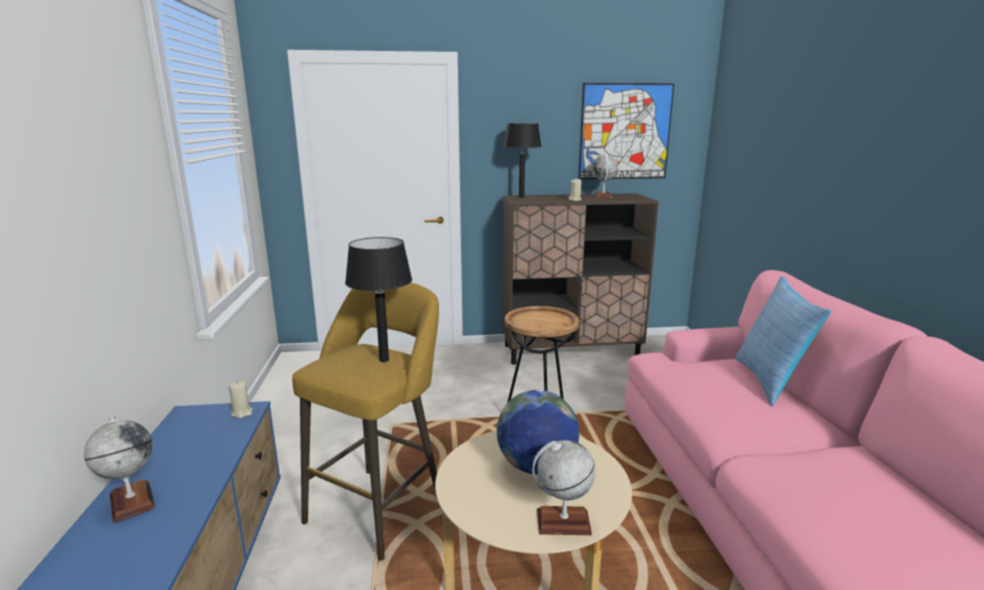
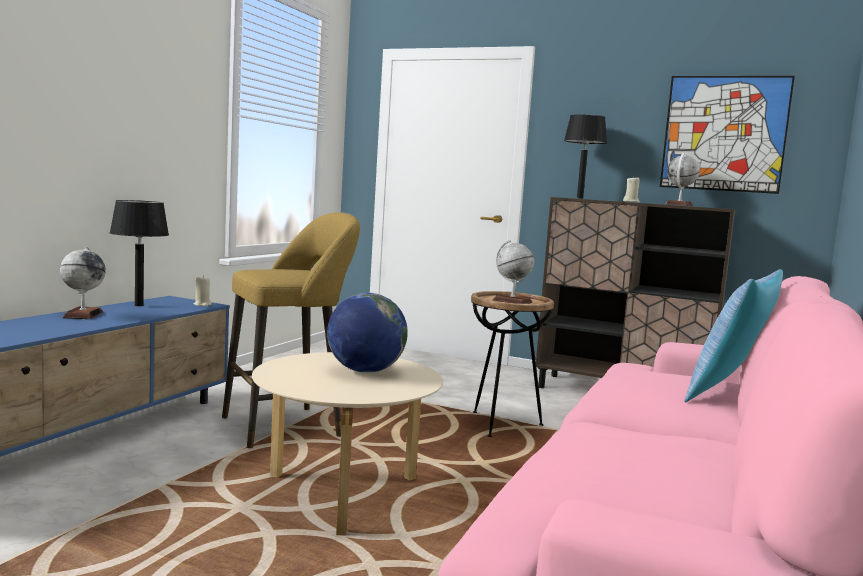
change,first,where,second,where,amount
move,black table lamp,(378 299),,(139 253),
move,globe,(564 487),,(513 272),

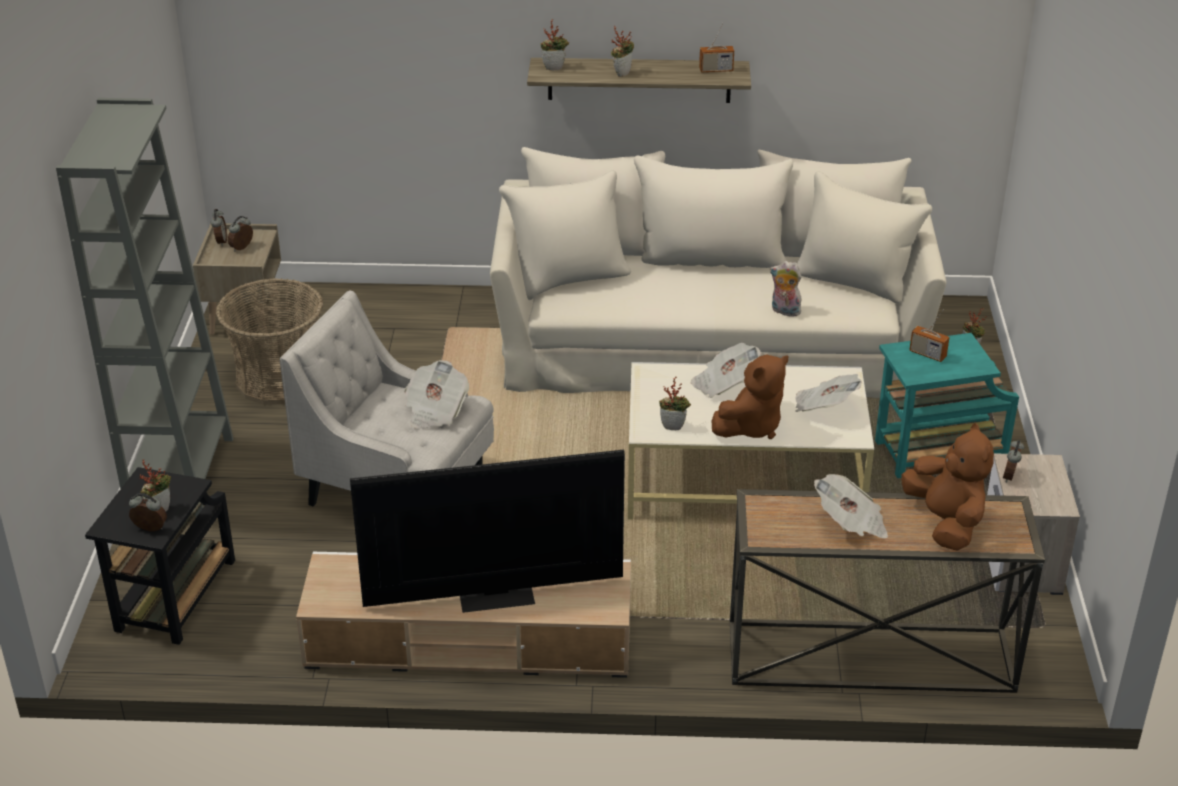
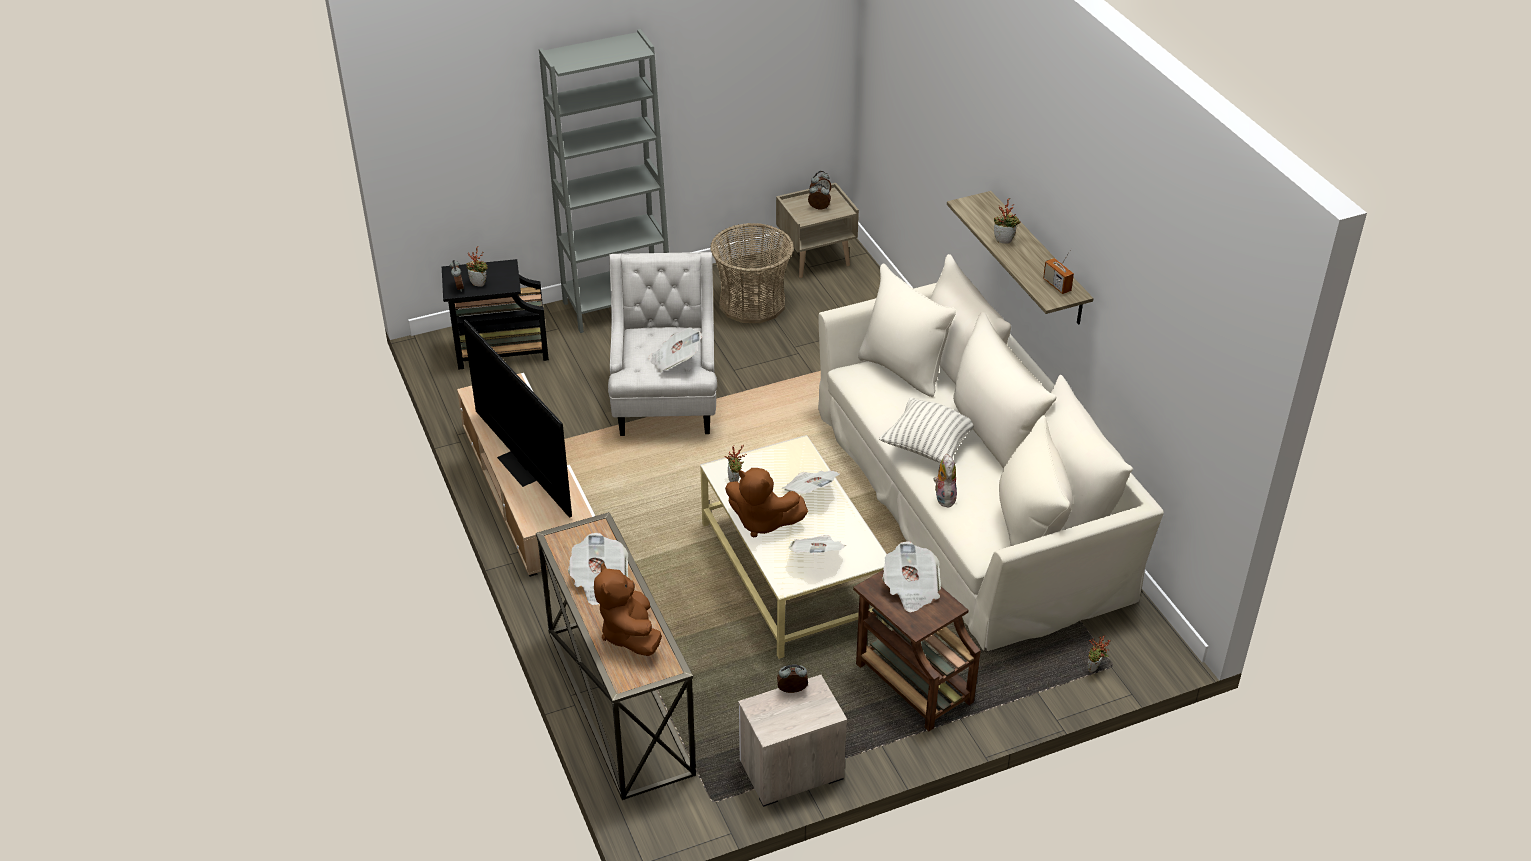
change,first,where,second,where,amount
delete,potted plant,(554 44),,,
insert,,,pillow,(926 430),
replace,radio,(929 336),newspaper,(911 577),
recolor,turquoise side table,(947 405),brown side table,(917 650),
rotate,brown plush toy,(947 487),,(628 609),120 degrees clockwise

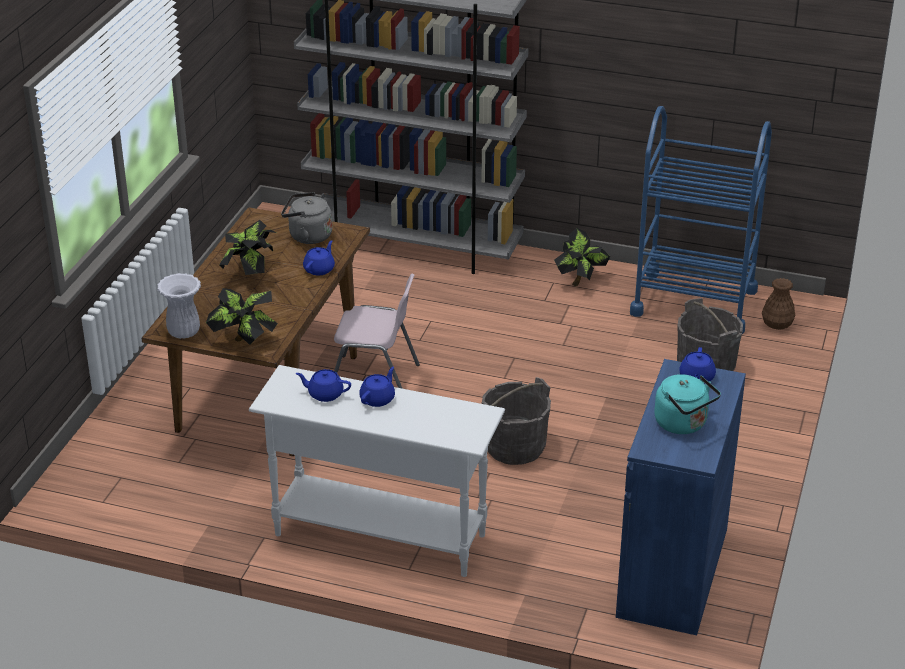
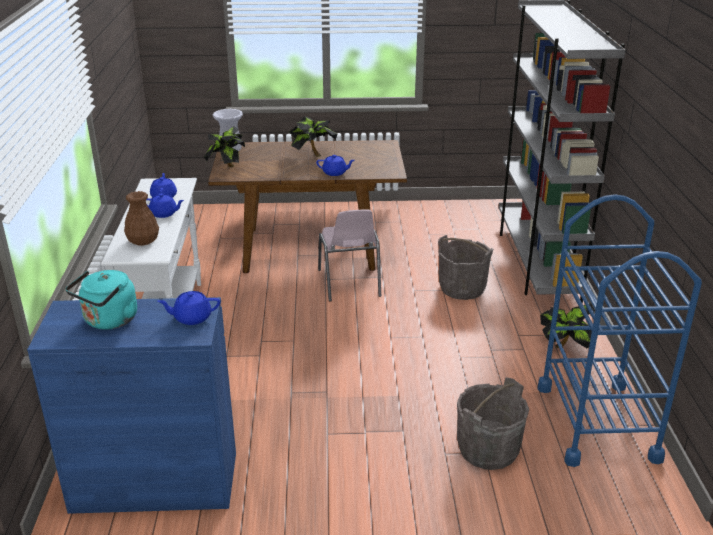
change,first,where,second,where,amount
delete,grey kettle,(306 218),,,
move,grey bucket,(516 421),,(465 267),
move,brown vase,(778 304),,(141 218),

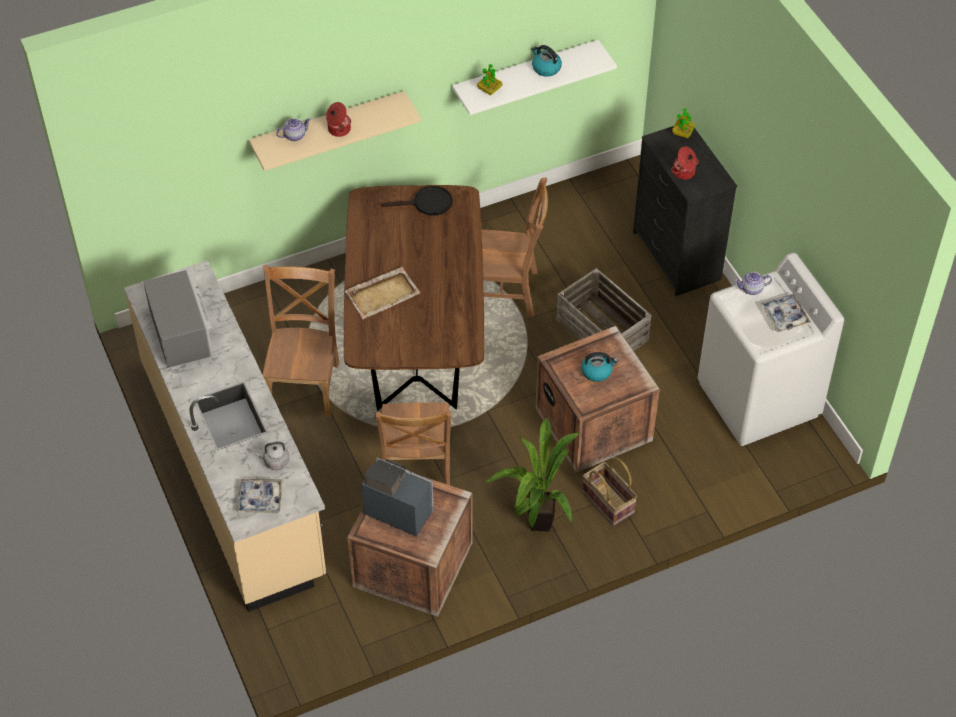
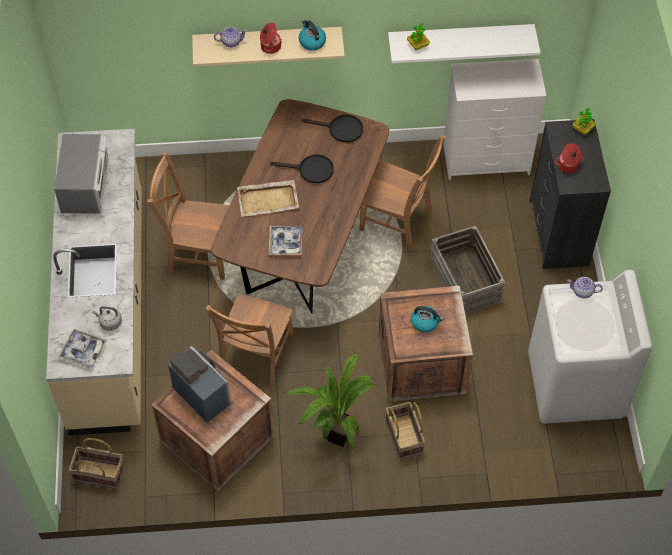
change,first,where,second,where,amount
insert,,,basket,(97 463),
insert,,,black frying pan,(302 169),
insert,,,white dresser,(494 119),
move,kettle,(546 61),,(312 35),
move,tray,(785 313),,(286 240),
rotate,brown chair,(301 340),,(188 216),105 degrees counterclockwise

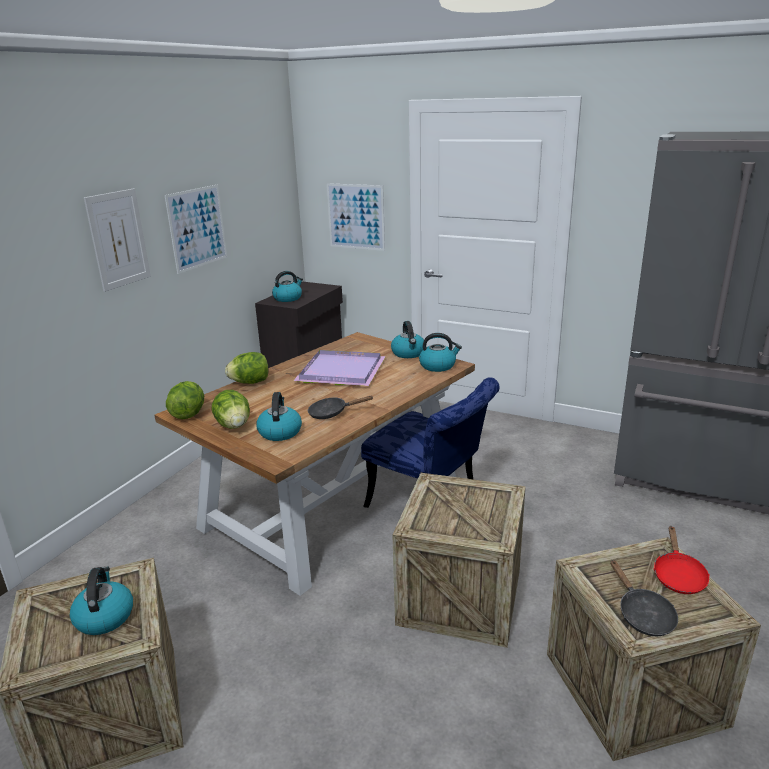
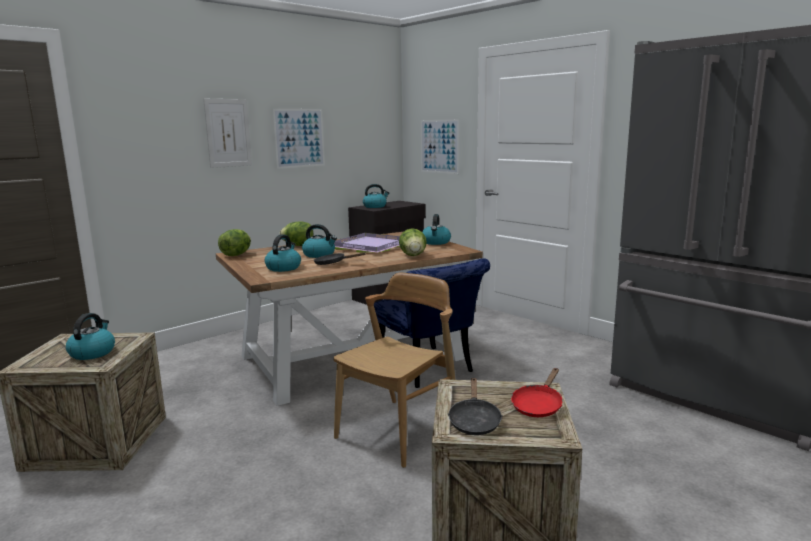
change,first,where,second,where,amount
move,lettuce,(231 409),,(413 242),
move,kettle,(440 352),,(319 241),
replace,crate,(459 560),brown chair,(394 370),

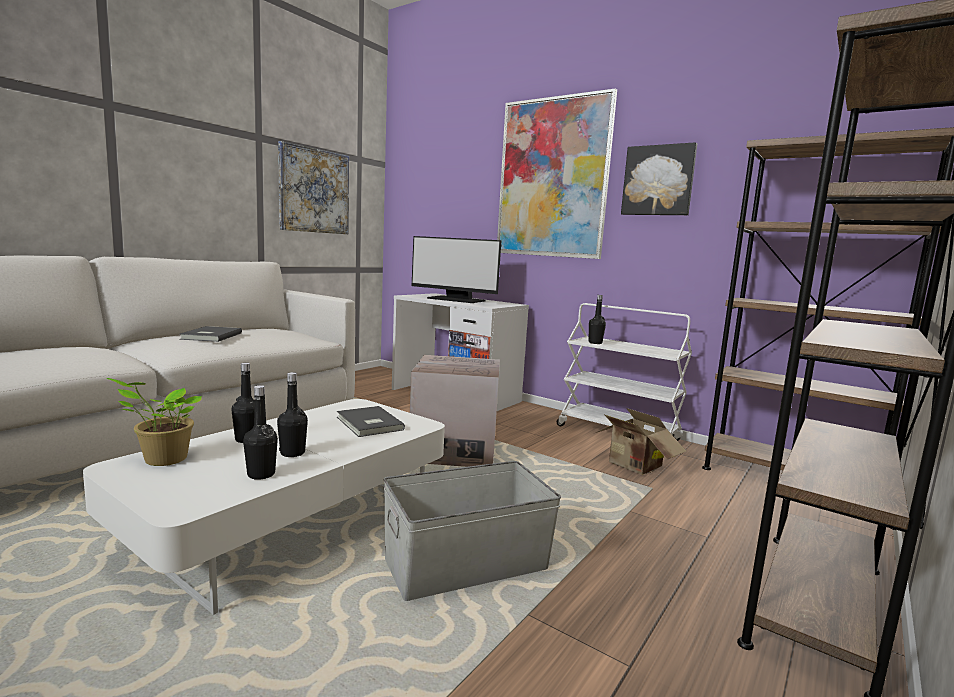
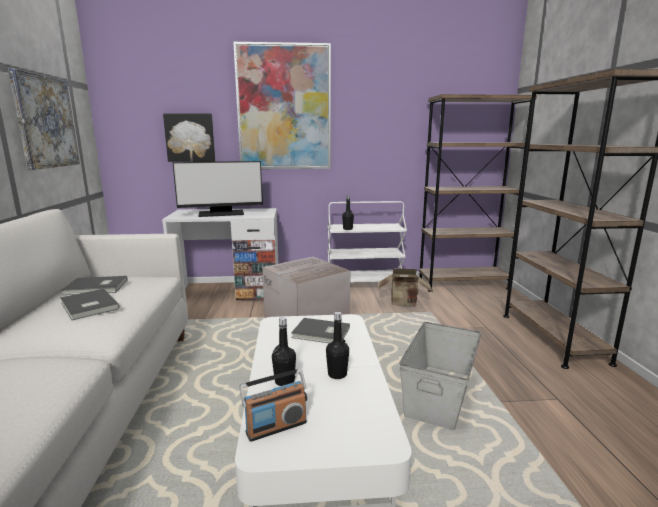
change,first,where,second,where,amount
delete,black bottle,(260 432),,,
insert,,,grey book,(94 285),
move,picture,(659 178),,(189 137),
replace,potted plant,(154 422),radio,(273 405),

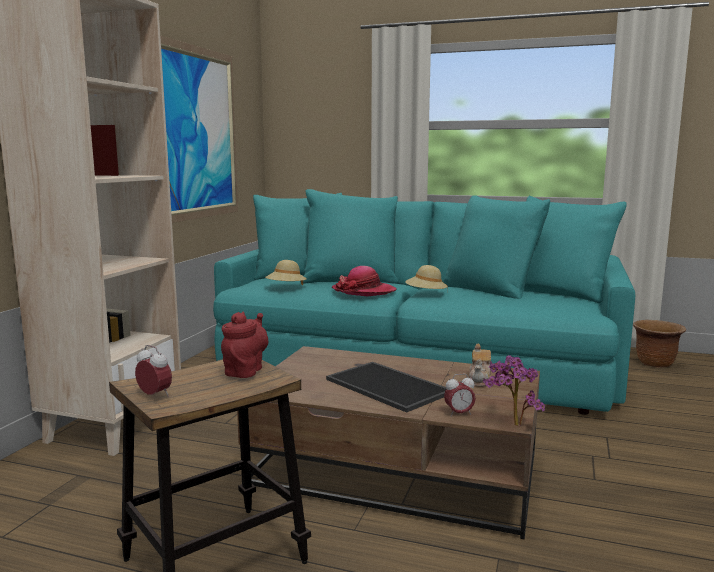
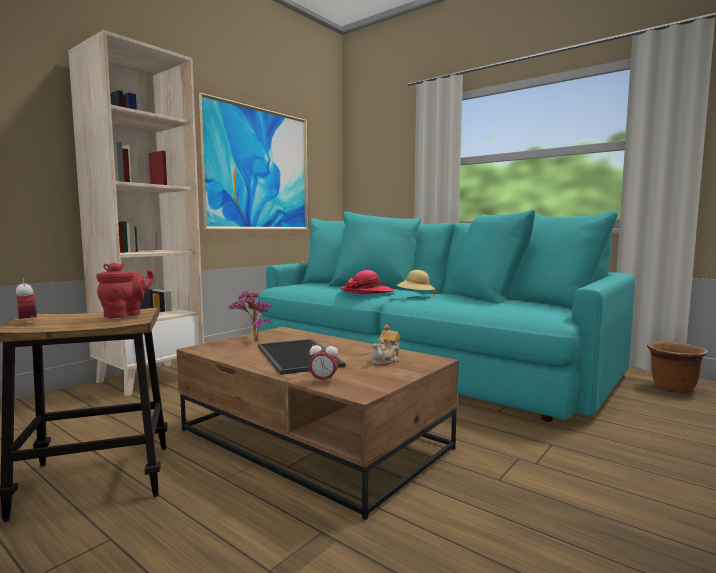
change,first,where,second,where,amount
delete,beige hat,(286 272),,,
move,potted plant,(514 390),,(250 316),

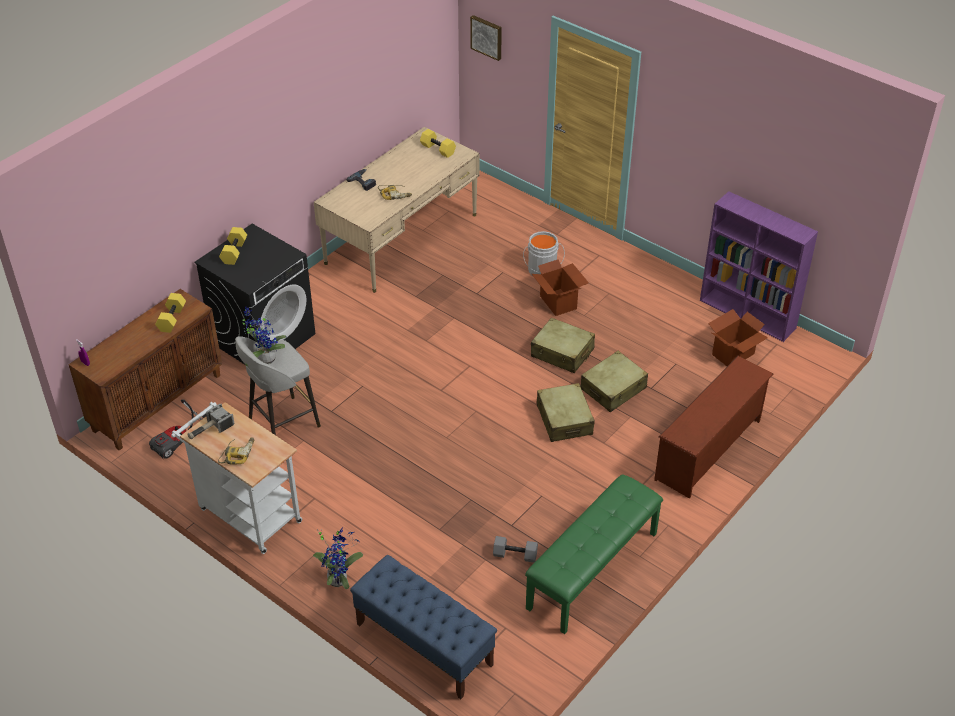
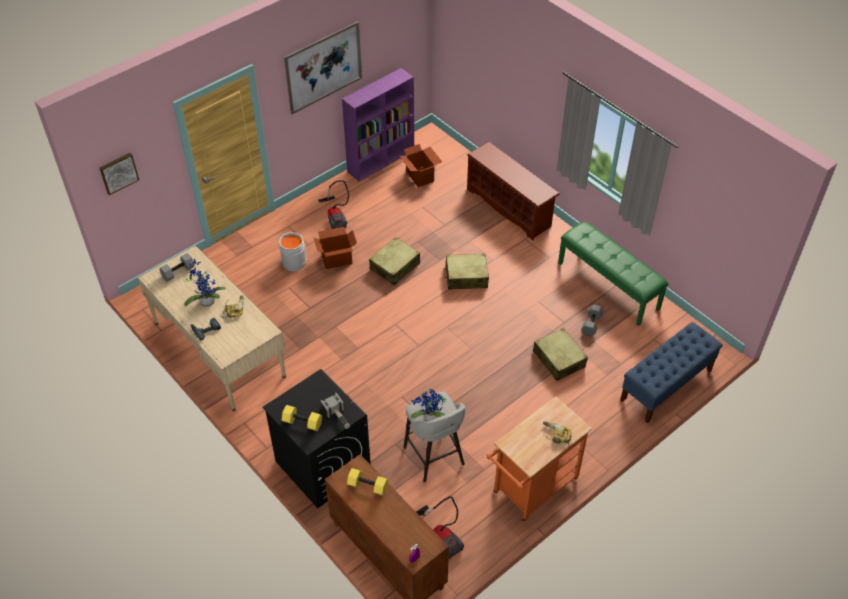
change,first,where,second,where,amount
insert,,,picture,(323 67),
insert,,,vacuum cleaner,(333 204),
move,hammer,(211 421),,(336 411),
move,potted plant,(338 558),,(204 283),
move,beige suitcase,(614 381),,(560 354),
recolor,white cart,(236 478),orange cart,(539 459),
recolor,yellow dumbbell,(438 143),grey dumbbell,(177 267),

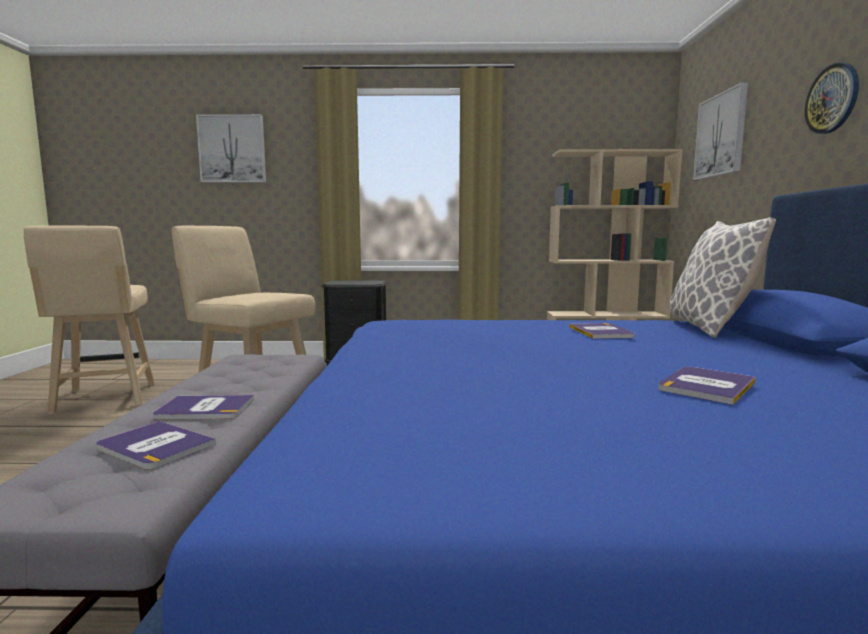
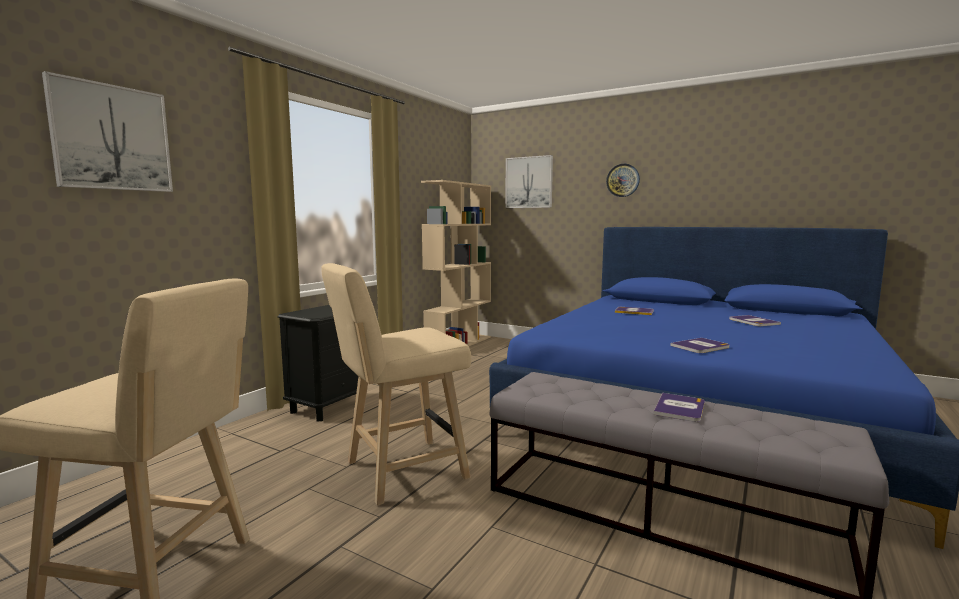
change,first,where,second,where,amount
delete,pillow,(722 278),,,
move,book,(156 445),,(700 345),

